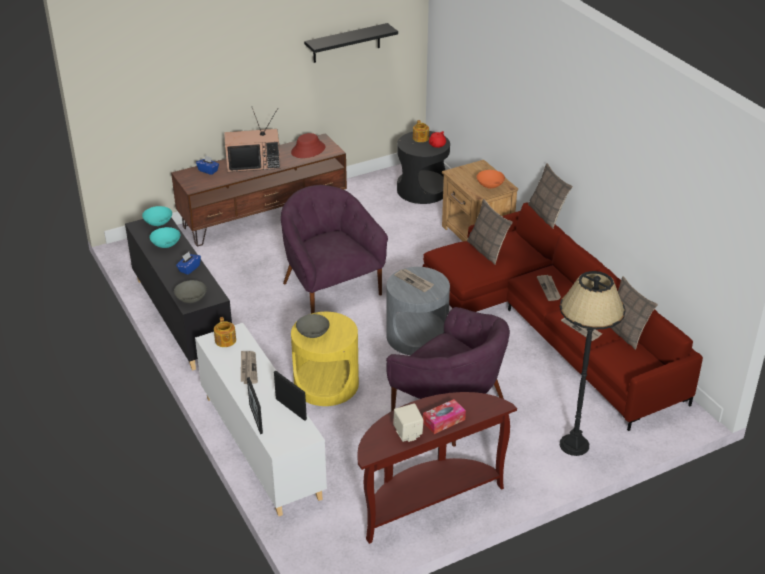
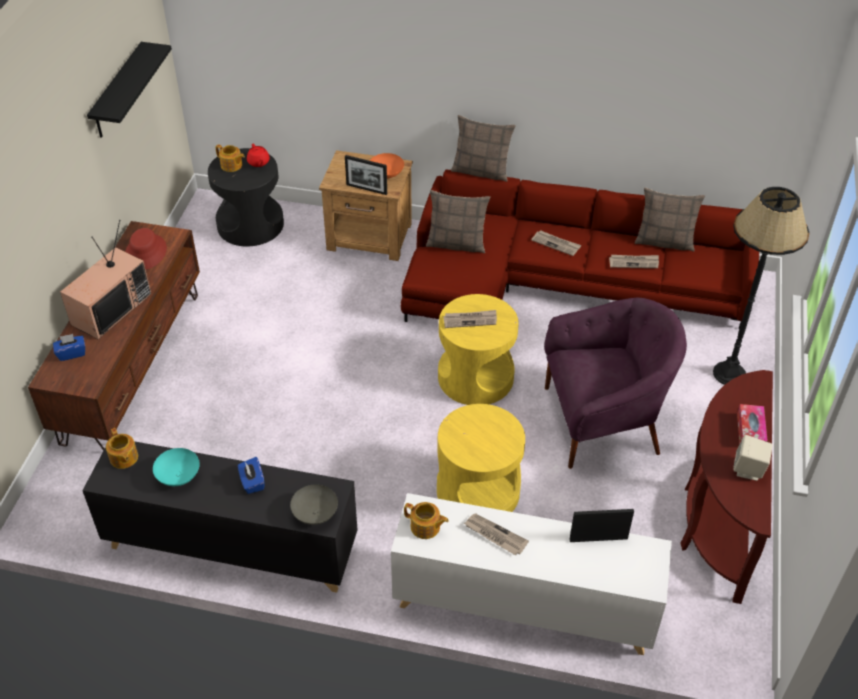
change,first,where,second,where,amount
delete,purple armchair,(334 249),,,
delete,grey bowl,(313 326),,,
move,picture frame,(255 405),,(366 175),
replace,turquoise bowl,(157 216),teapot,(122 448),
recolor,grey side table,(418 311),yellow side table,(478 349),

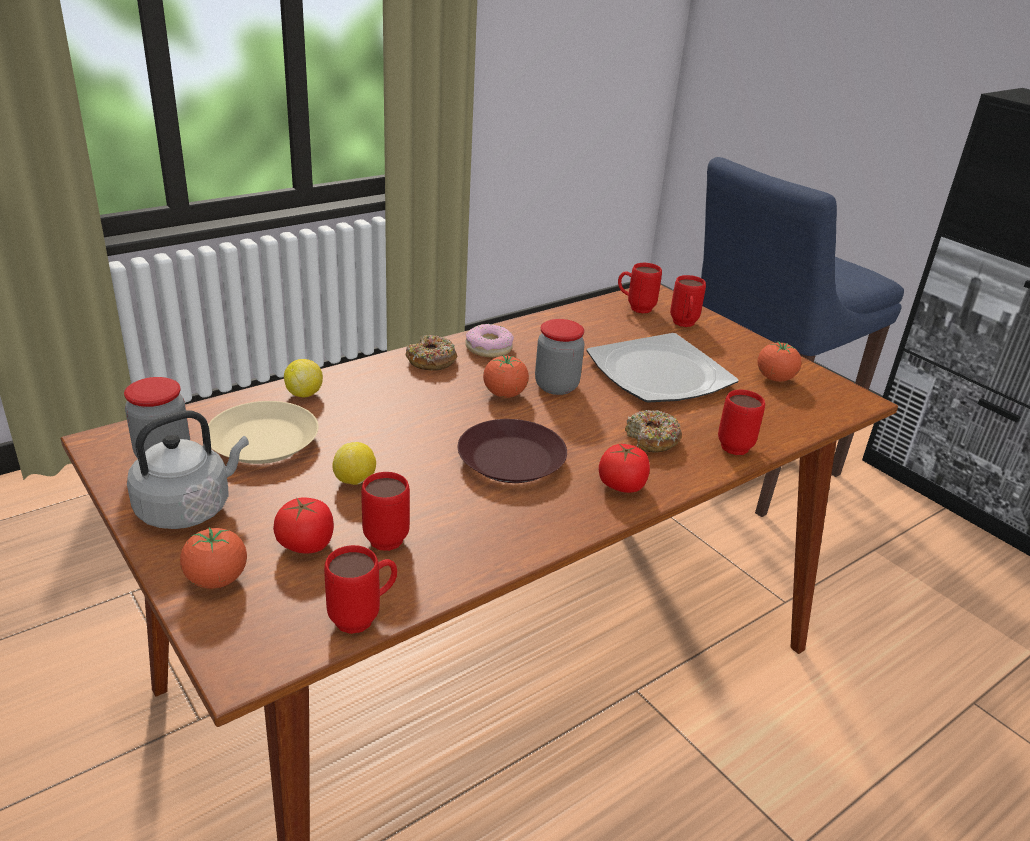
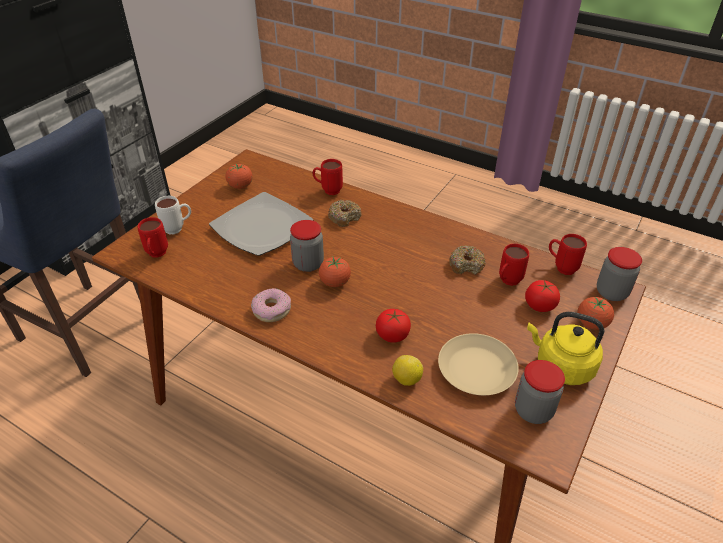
change,first,where,second,where,amount
delete,lemon,(354 463),,,
delete,brown plate,(512 451),,,
insert,,,jar,(619 274),
move,donut,(431 353),,(467 260),
move,tomato,(624 468),,(393 326),
recolor,grey kettle,(188 470),yellow kettle,(565 348),
recolor,red mug,(688 301),white mug,(173 215),

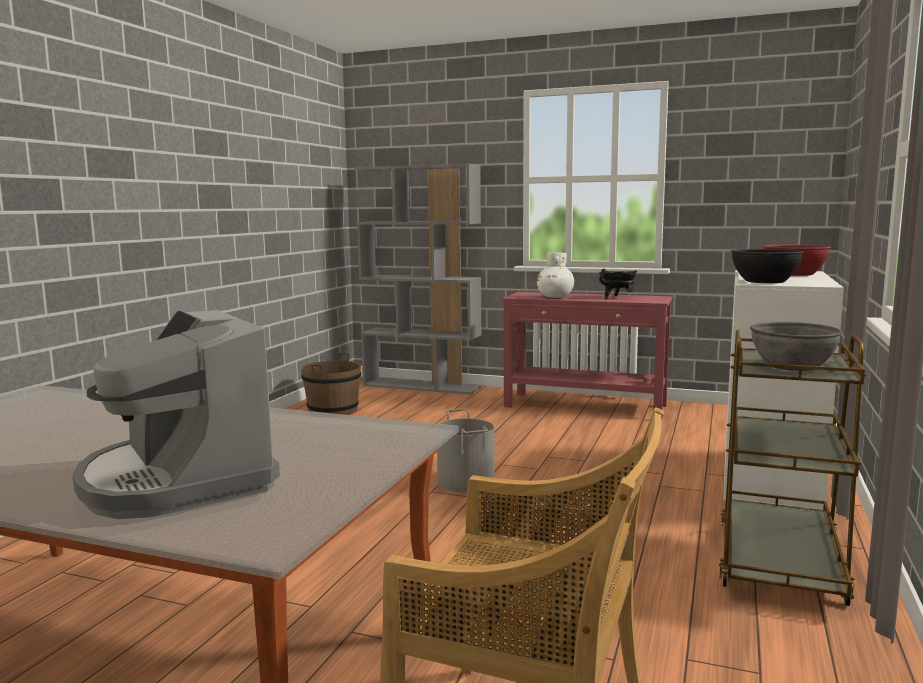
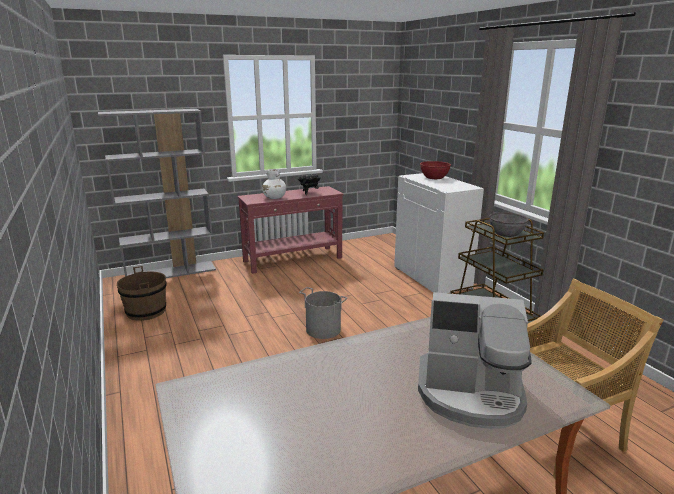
change,first,where,second,where,amount
delete,black bowl,(767 266),,,

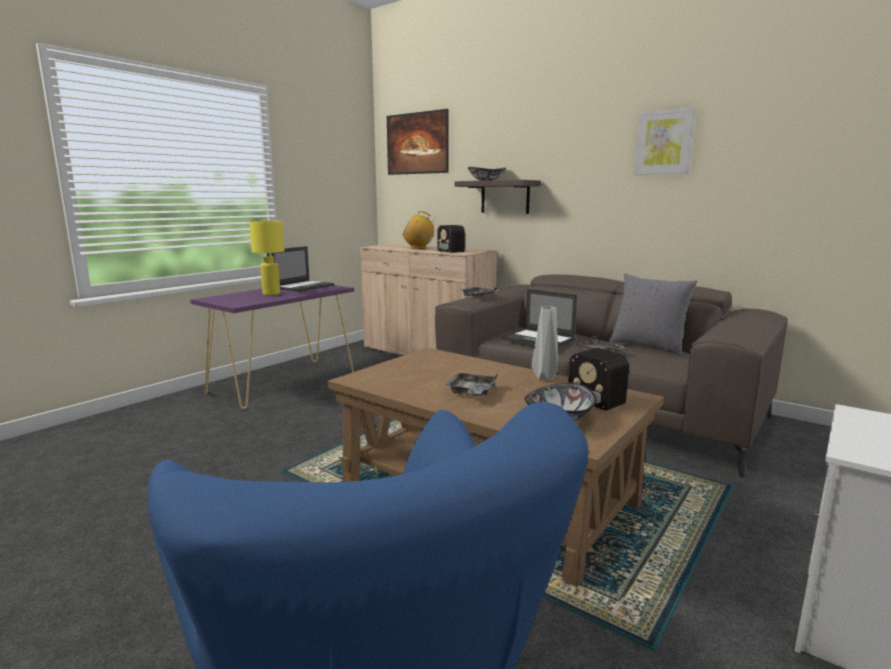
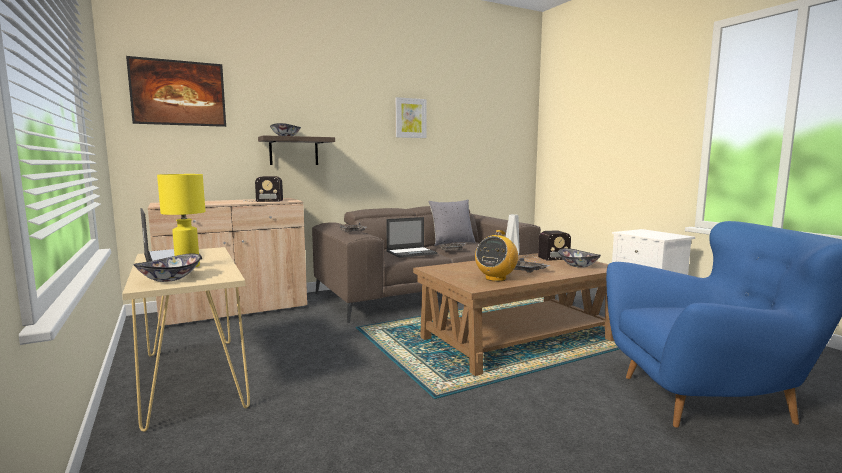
change,first,where,second,where,amount
insert,,,bowl,(167 268),
move,radio,(419 230),,(496 255),
recolor,purple console table,(272 347),beige console table,(186 339),

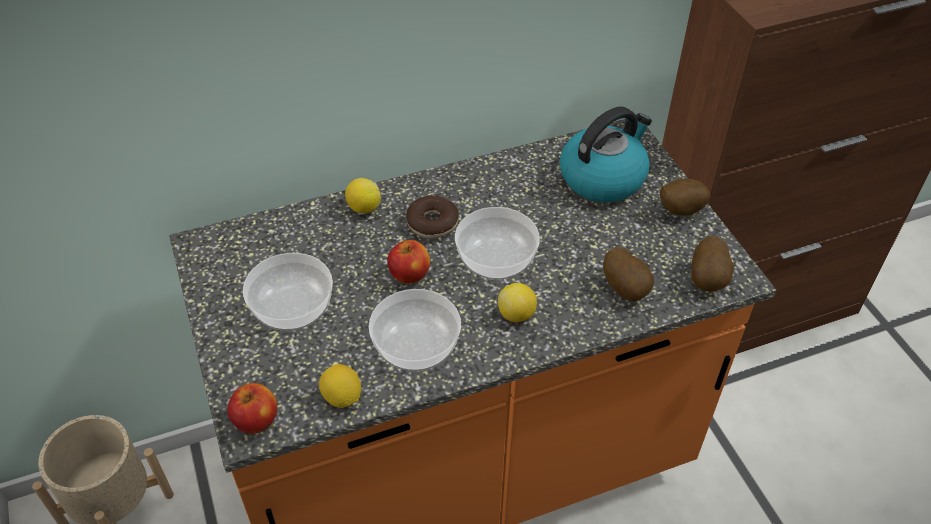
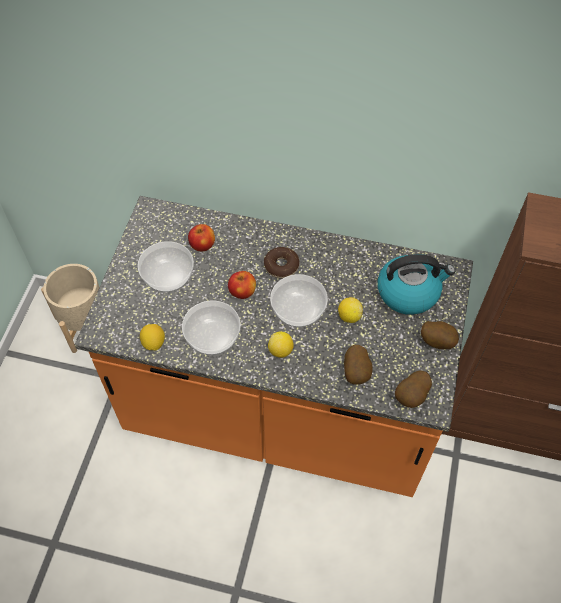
change,first,where,second,where,amount
move,apple,(252 408),,(201 237),
move,lemon,(363 195),,(350 310),

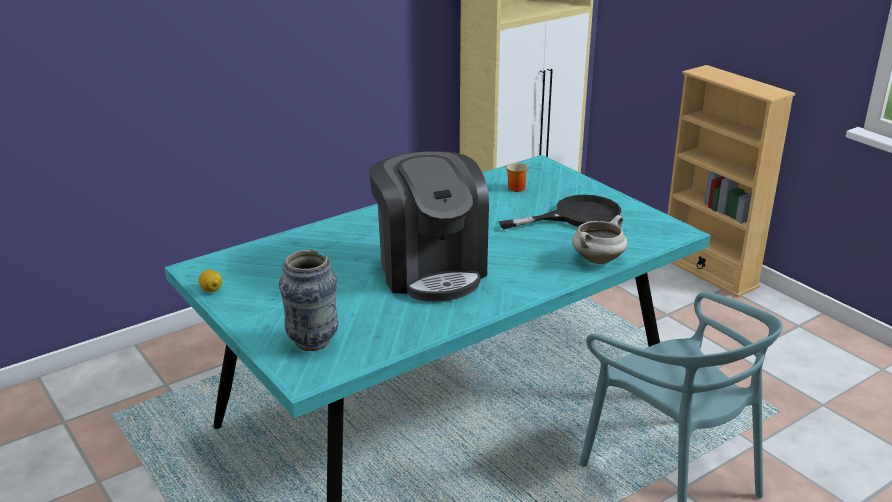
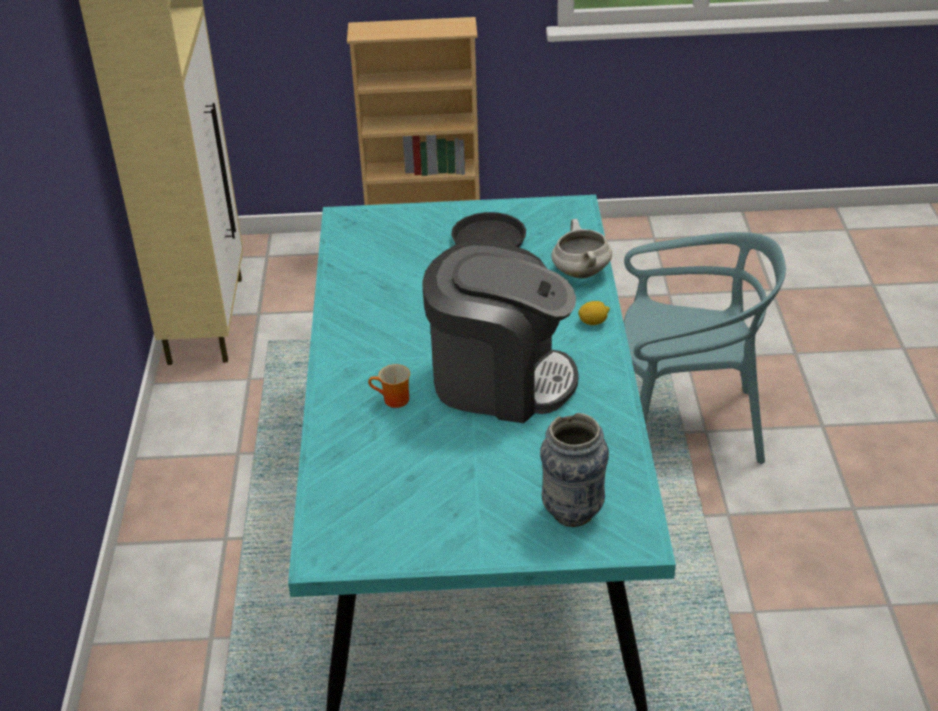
change,first,where,second,where,amount
move,lemon,(210 281),,(594 313),
move,mug,(517 177),,(389 386),

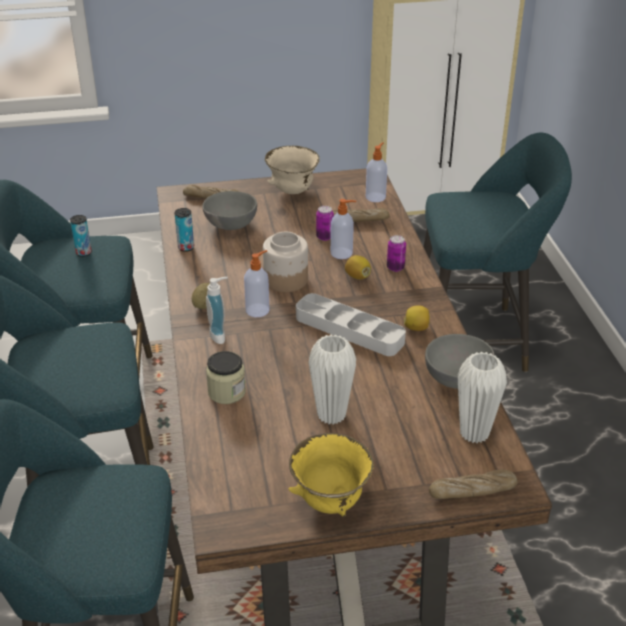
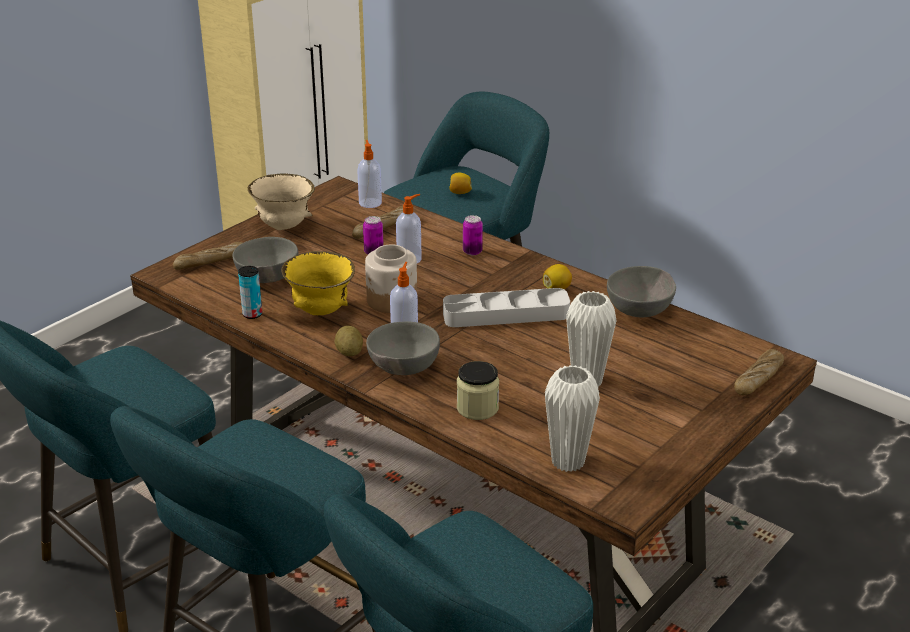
change,first,where,second,where,amount
delete,can,(81 236),,,
move,yellow bowl,(331 475),,(318 283),
move,lemon,(358 267),,(460 183),
move,white vase,(482 397),,(572 418),
replace,soap dispenser,(217 310),grey bowl,(403 348),

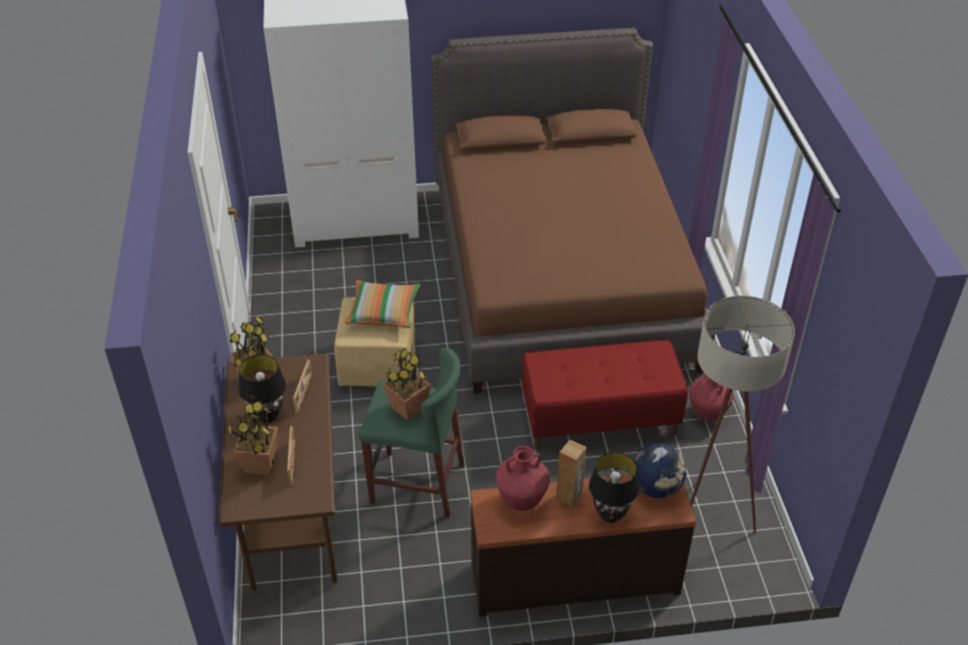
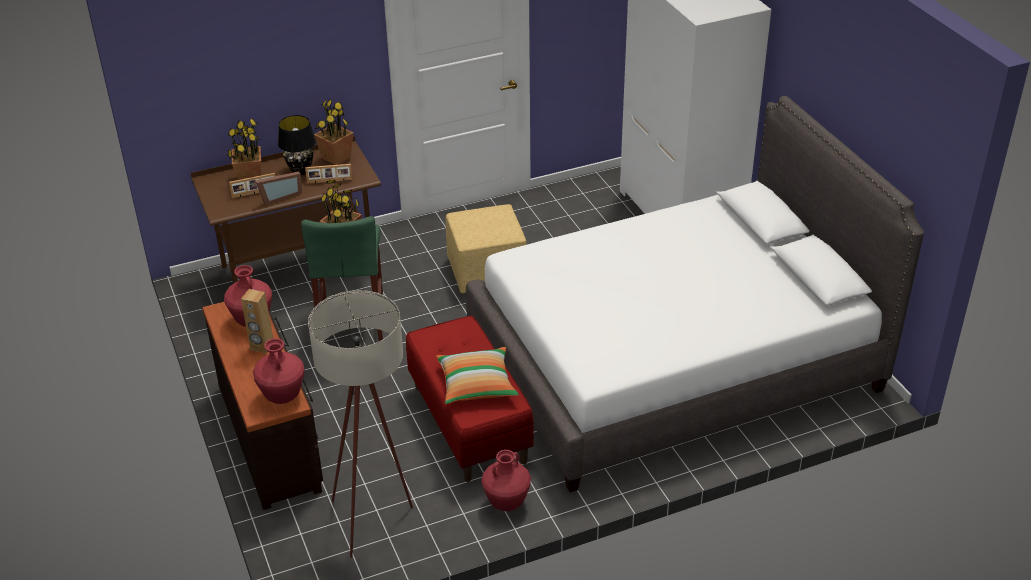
change,first,where,second,where,amount
delete,black table lamp,(614 487),,,
insert,,,picture frame,(278 188),
move,pillow,(382 304),,(477 375),
replace,globe,(659 470),red vase,(279 371),
recolor,brown bed,(573 211),white bed,(695 294),

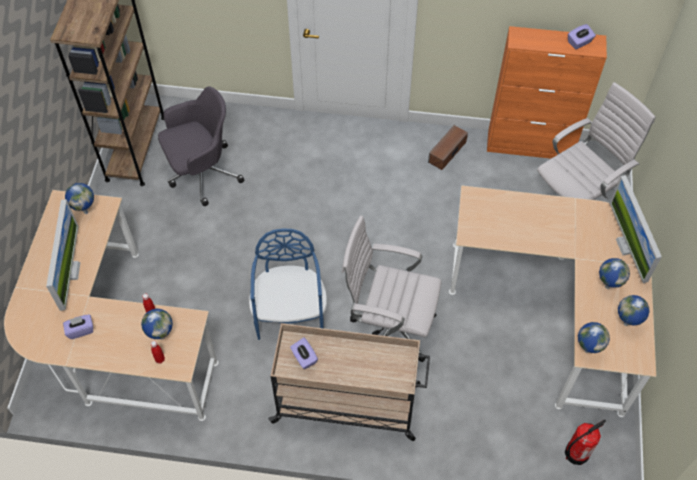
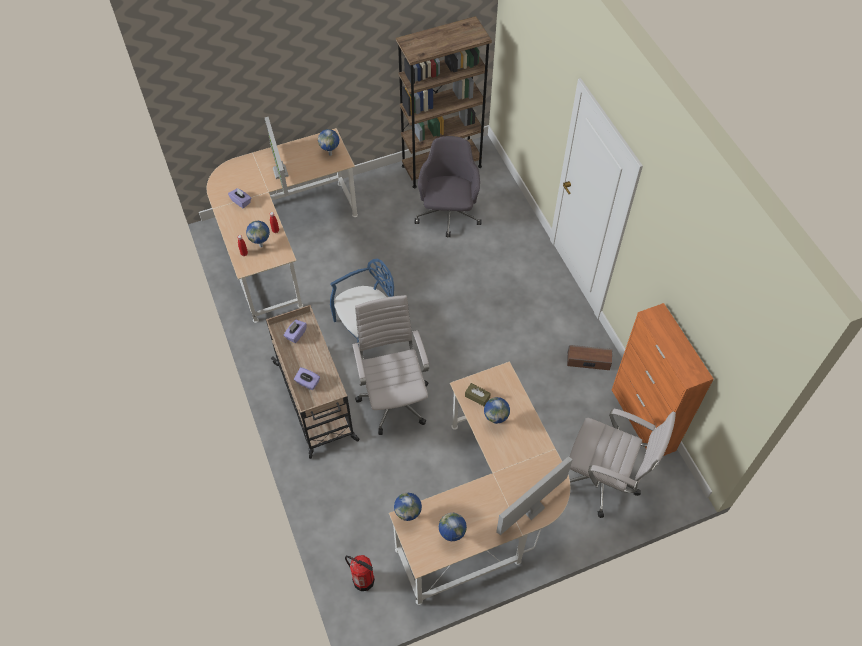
change,first,where,second,where,amount
insert,,,brown tissue box,(478 394),
move,purple tissue box,(582 36),,(307 378),
move,globe,(614 273),,(497 410),
rotate,monitor,(63 255),,(277 156),105 degrees clockwise
rotate,grey office chair,(201 146),,(448 186),120 degrees counterclockwise

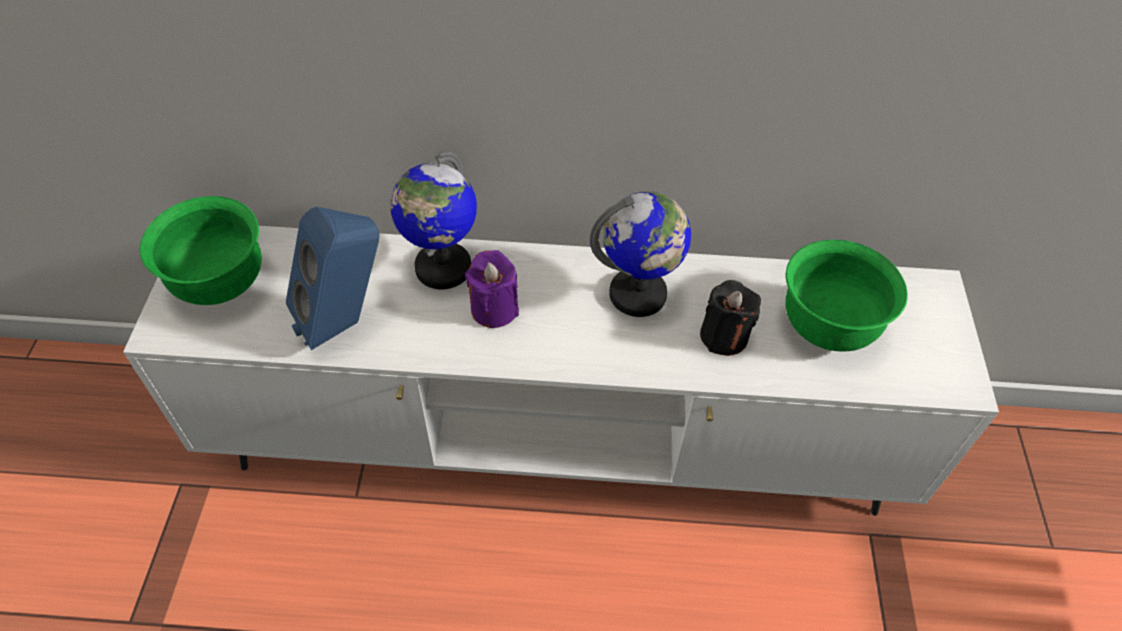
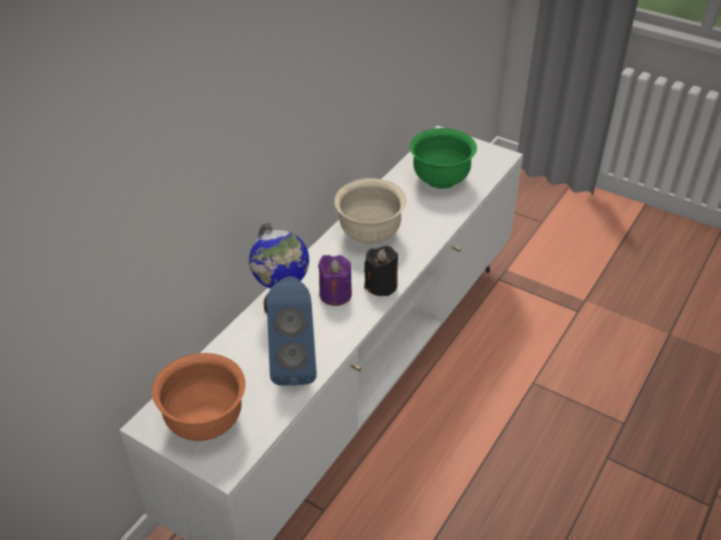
change,first,where,second,where,amount
move,black candle,(730 318),,(381 271),
replace,globe,(640 254),beige bowl,(370 211),
recolor,green bowl,(201 250),orange bowl,(199 397),

